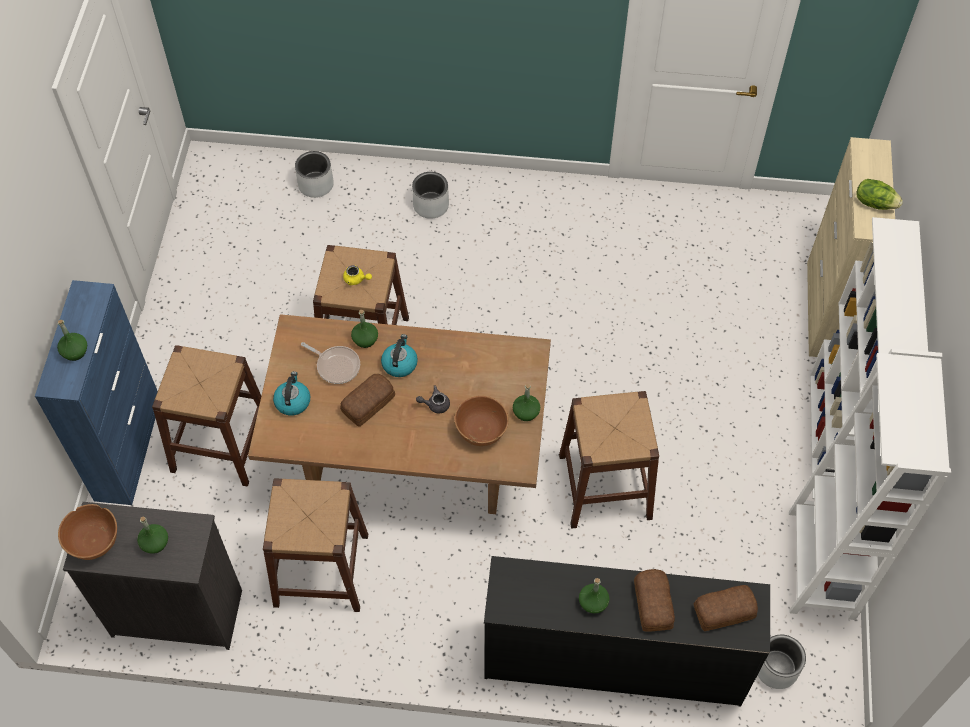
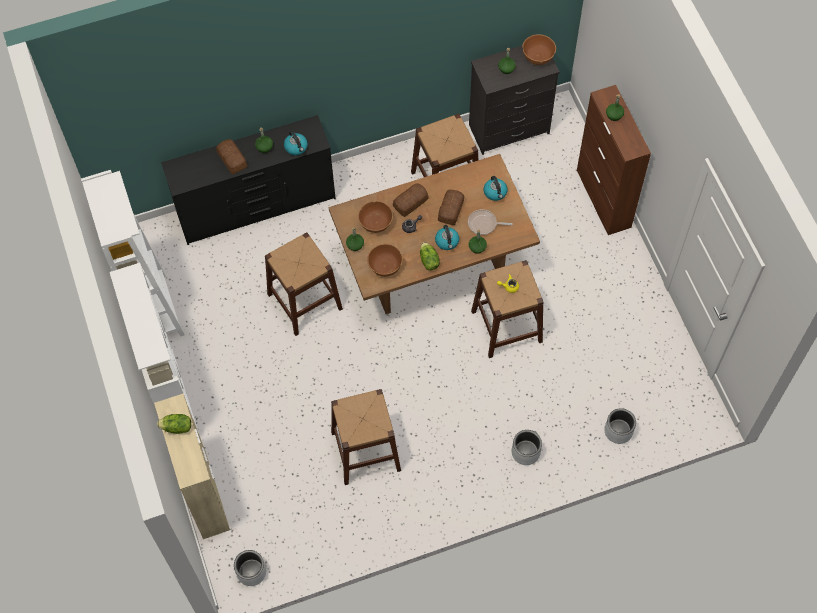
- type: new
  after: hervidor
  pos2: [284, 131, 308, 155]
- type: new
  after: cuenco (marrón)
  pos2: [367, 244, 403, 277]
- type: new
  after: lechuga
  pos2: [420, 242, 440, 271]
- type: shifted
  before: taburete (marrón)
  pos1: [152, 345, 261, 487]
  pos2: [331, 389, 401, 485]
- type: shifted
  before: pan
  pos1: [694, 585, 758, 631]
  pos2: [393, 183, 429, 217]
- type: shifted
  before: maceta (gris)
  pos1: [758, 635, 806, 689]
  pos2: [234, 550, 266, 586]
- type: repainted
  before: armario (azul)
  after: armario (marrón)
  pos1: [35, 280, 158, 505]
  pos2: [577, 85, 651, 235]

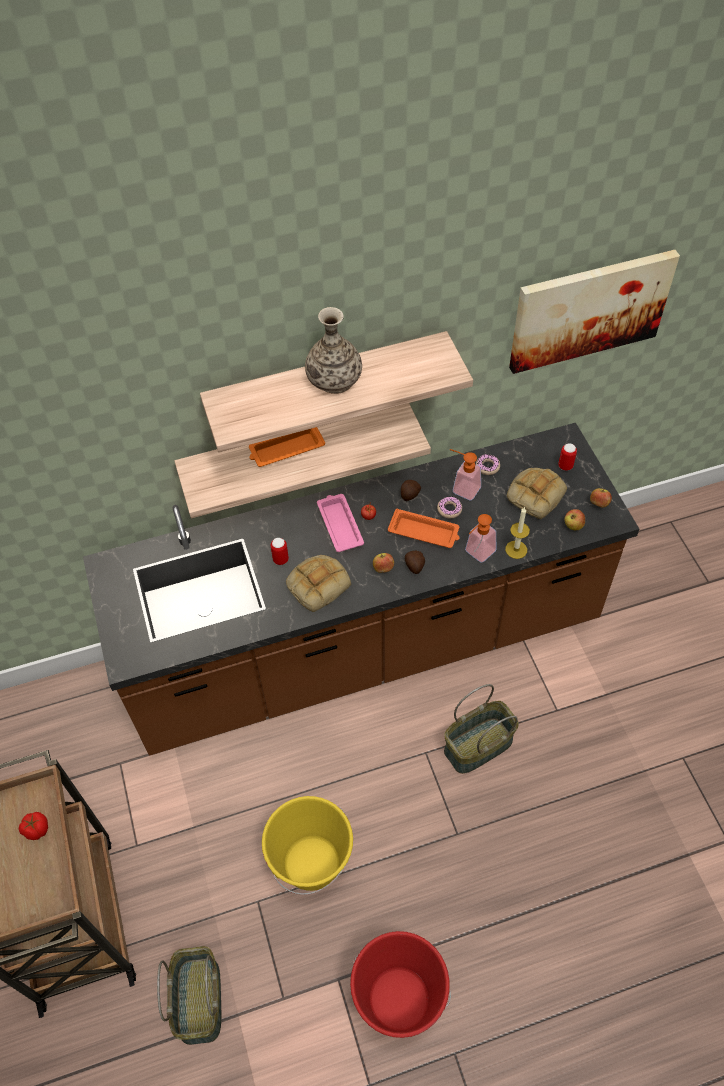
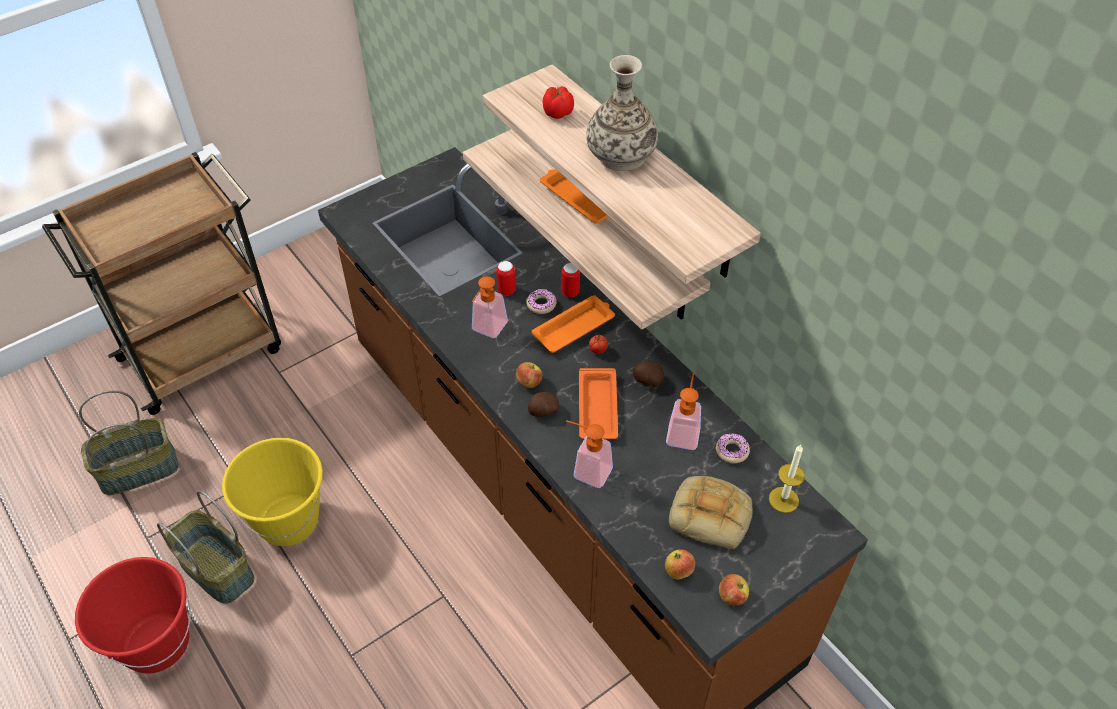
- type: gone
  before: cuadro
  pos1: [509, 250, 680, 374]
- type: shifted
  before: tomate
  pos1: [19, 812, 48, 840]
  pos2: [543, 86, 574, 119]
- type: shifted
  before: rosquilla
  pos1: [437, 497, 462, 519]
  pos2: [526, 289, 557, 314]
- type: shifted
  before: cesta
  pos1: [444, 684, 519, 774]
  pos2: [157, 490, 254, 604]
- type: shifted
  before: vela
  pos1: [505, 507, 530, 559]
  pos2: [769, 445, 805, 513]
- type: shifted
  before: lata
  pos1: [558, 443, 577, 471]
  pos2: [562, 263, 580, 297]
- type: swapped
  before: pan
  after: dispensador de jabón
  pos1: [286, 555, 351, 612]
  pos2: [472, 276, 508, 338]
- type: repainted
  before: bandeja (rosa)
  after: bandeja (naranja)
  pos1: [317, 494, 364, 552]
  pos2: [531, 295, 615, 353]

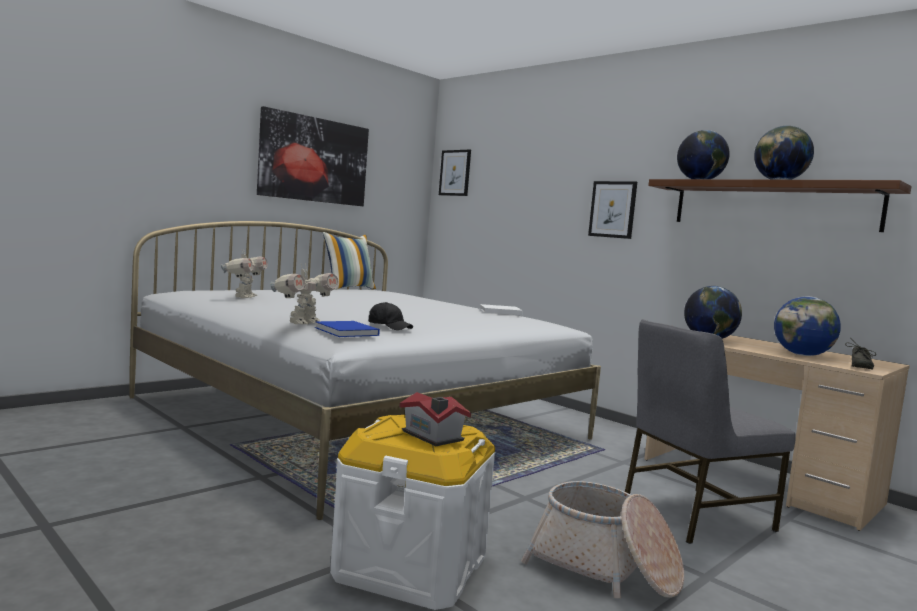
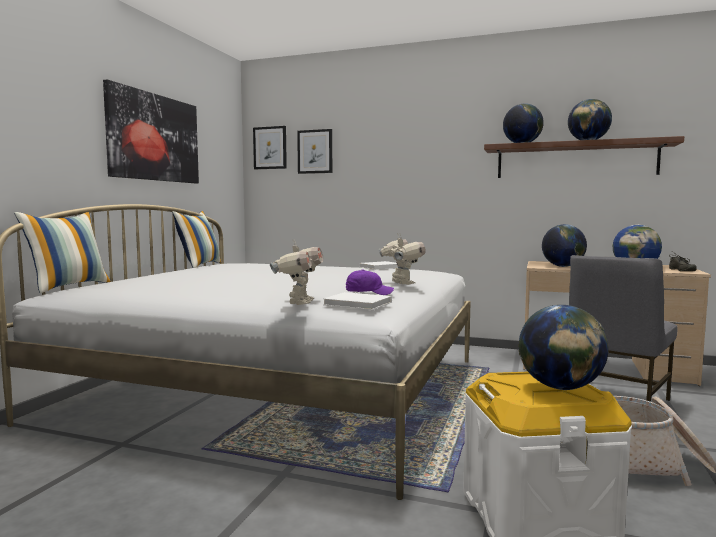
- type: new
  after: cojín
  pos2: [14, 212, 111, 293]
- type: shifted
  before: robot de juguete
  pos1: [221, 251, 268, 298]
  pos2: [379, 233, 426, 285]
- type: shifted
  before: cuadro
  pos1: [588, 181, 637, 239]
  pos2: [297, 129, 332, 174]
- type: swapped
  before: casita
  after: globo terráqueo
  pos1: [399, 392, 471, 446]
  pos2: [518, 305, 609, 390]
- type: repainted
  before: libro (azul)
  after: libro (blanco)
  pos1: [315, 321, 380, 337]
  pos2: [323, 292, 392, 310]
- type: repainted
  before: gorra (negro)
  after: gorra (morado)
  pos1: [368, 302, 413, 330]
  pos2: [346, 270, 394, 295]

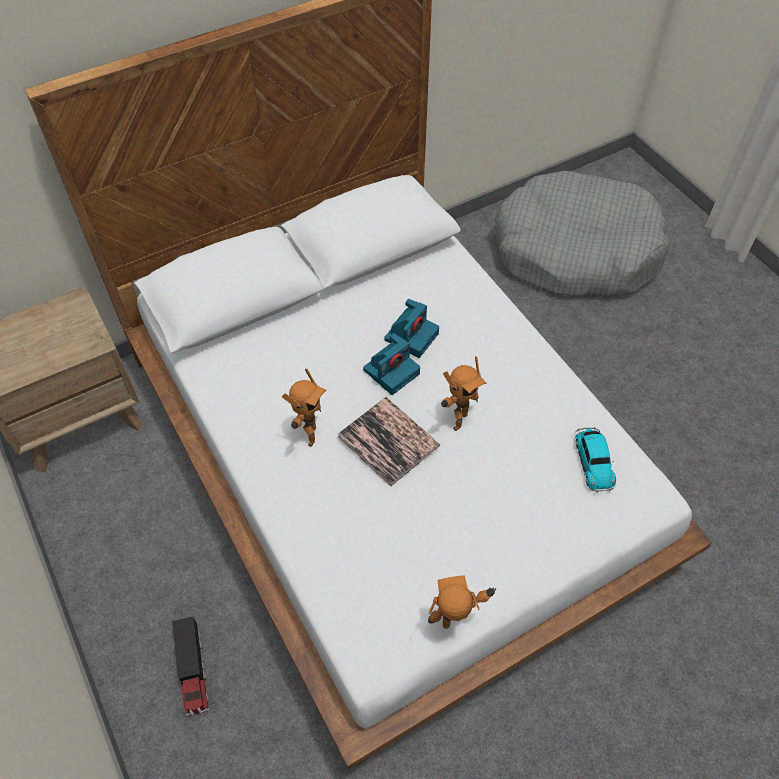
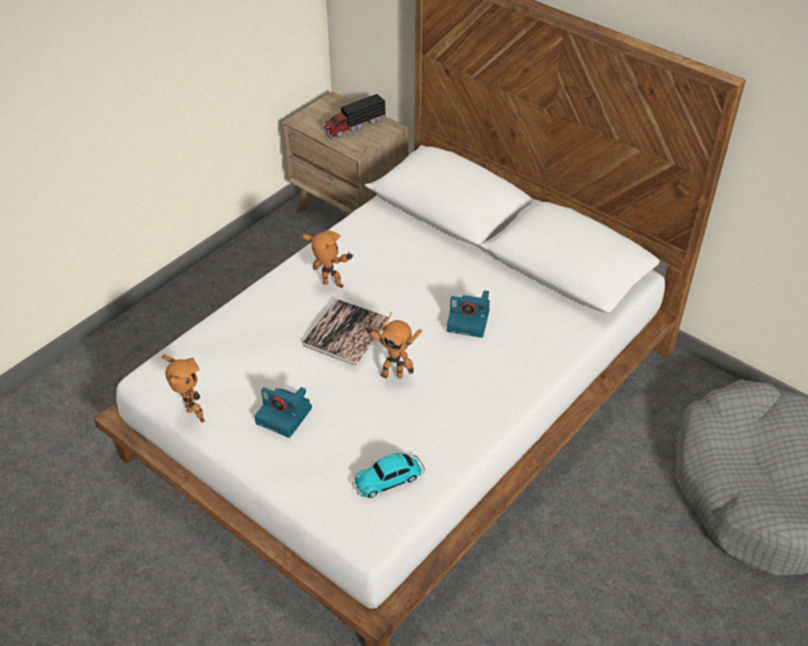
- type: shifted
  before: camión de juguete
  pos1: [172, 616, 210, 717]
  pos2: [323, 94, 386, 139]
- type: shifted
  before: cámara
  pos1: [363, 333, 420, 395]
  pos2: [255, 387, 312, 438]
- type: rotated
  before: robot de juguete
  pos1: [282, 369, 326, 447]
  pos2: [302, 230, 354, 288]
  turn: -150

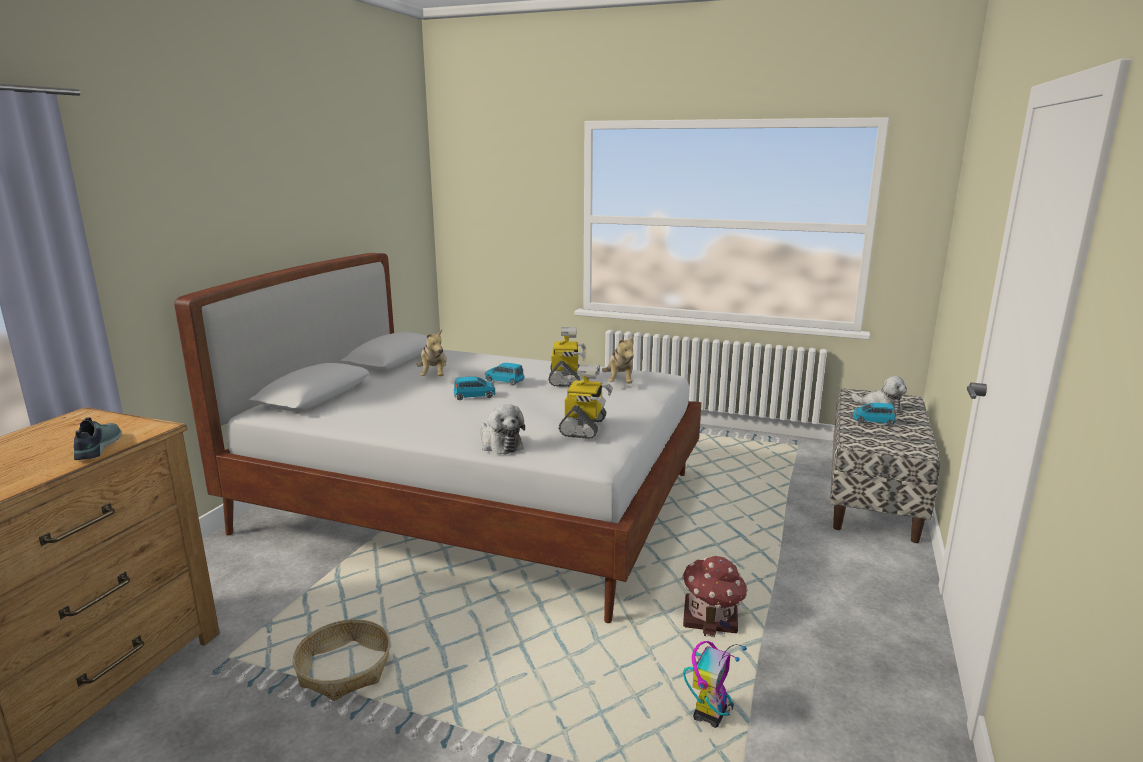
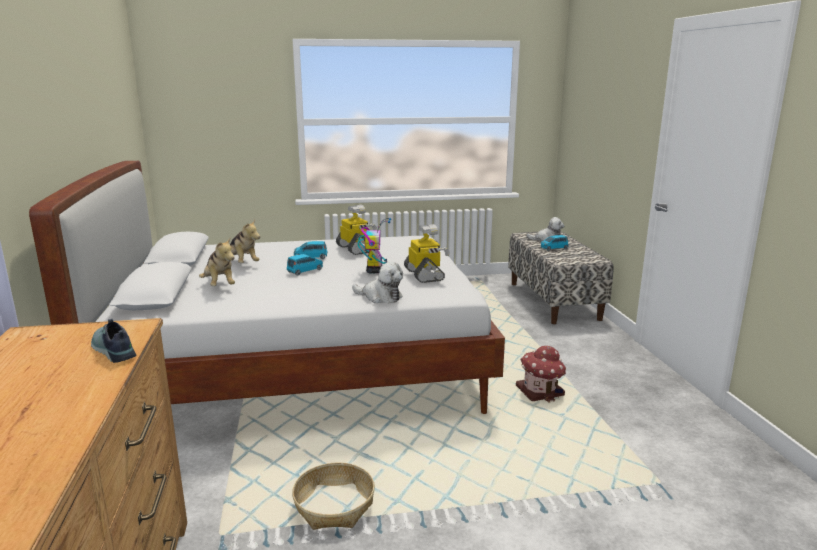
- type: shifted
  before: peluche
  pos1: [602, 336, 634, 383]
  pos2: [199, 238, 235, 286]
- type: shifted
  before: robot de juguete
  pos1: [683, 641, 747, 728]
  pos2: [358, 218, 391, 274]

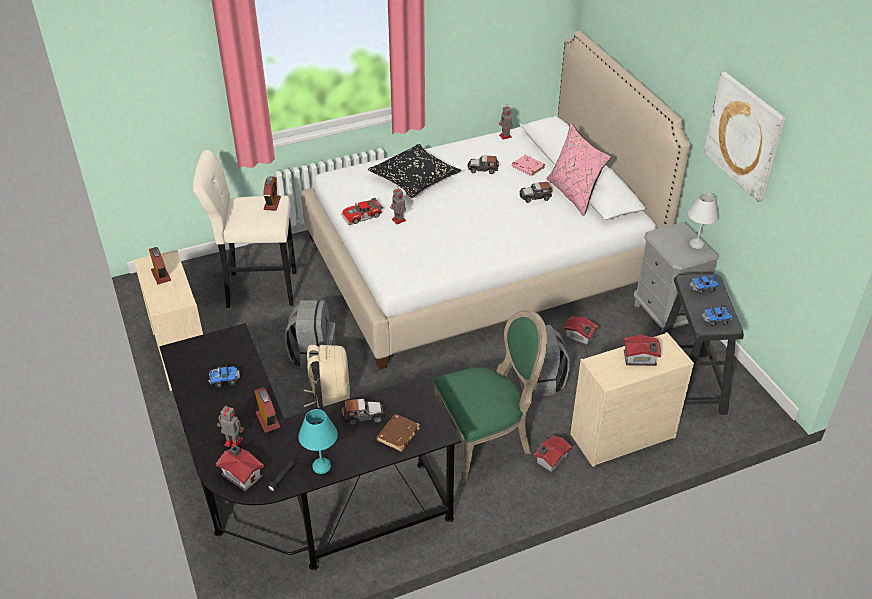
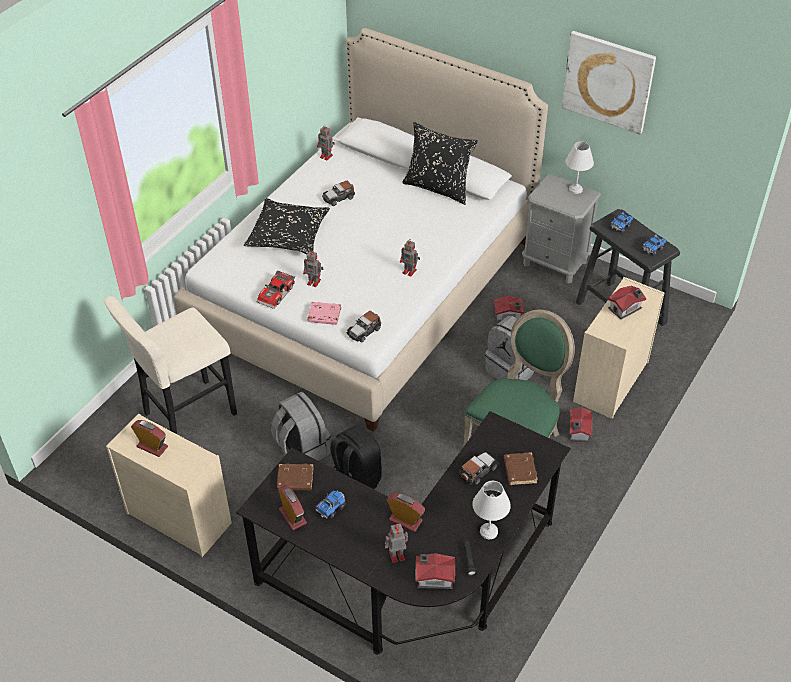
- type: new
  after: libro (marrón)
  pos2: [277, 463, 314, 490]
- type: new
  after: robot de juguete
  pos2: [400, 240, 420, 277]
- type: shifted
  before: despertador
  pos1: [263, 176, 281, 211]
  pos2: [278, 485, 307, 530]
- type: shifted
  before: libro (rosa)
  pos1: [512, 155, 545, 176]
  pos2: [308, 302, 341, 325]
- type: shifted
  before: coche de juguete
  pos1: [520, 182, 552, 203]
  pos2: [347, 311, 381, 343]
- type: repainted
  before: lámpara de mesa (turquesa)
  after: lámpara de mesa (blanco)
  pos1: [298, 409, 338, 474]
  pos2: [472, 481, 511, 539]
- type: repainted
  before: mochila (beis)
  after: mochila (negro)
  pos1: [304, 345, 350, 408]
  pos2: [330, 426, 382, 489]
- type: repainted
  before: cojín (rosa)
  after: cojín (negro)
  pos1: [547, 123, 611, 216]
  pos2: [402, 122, 478, 205]

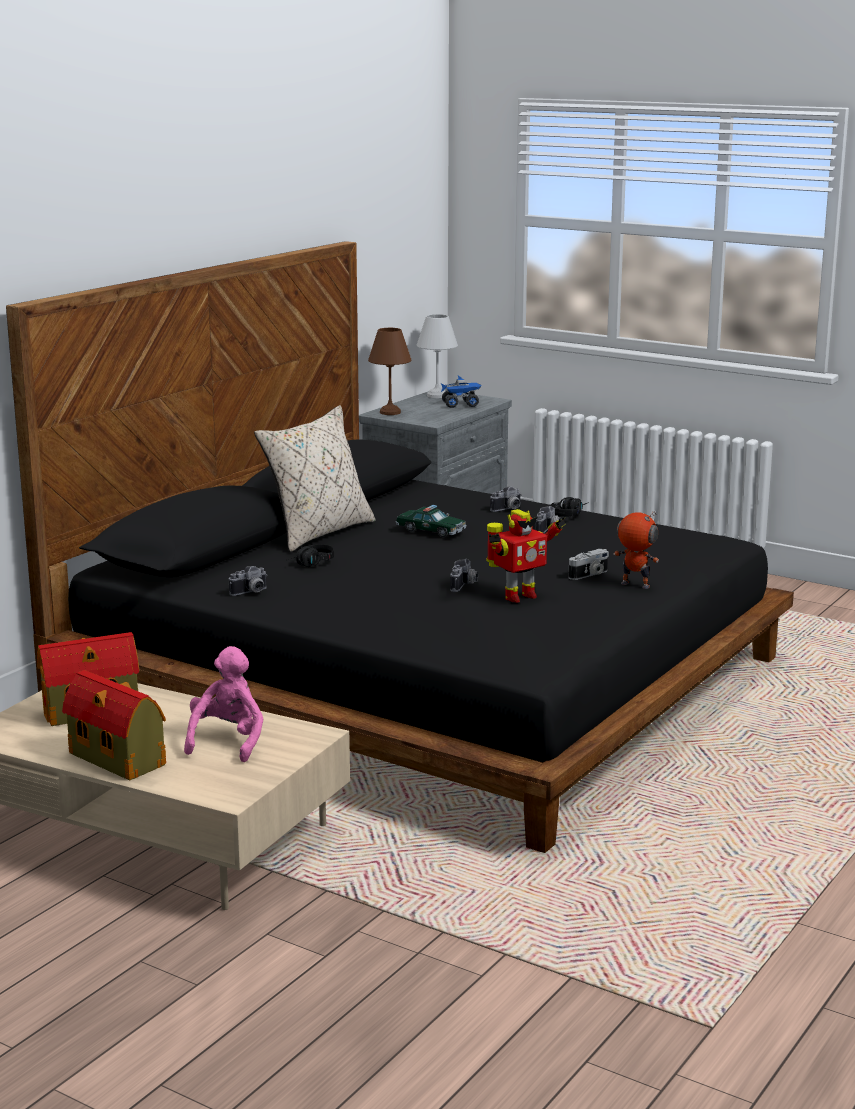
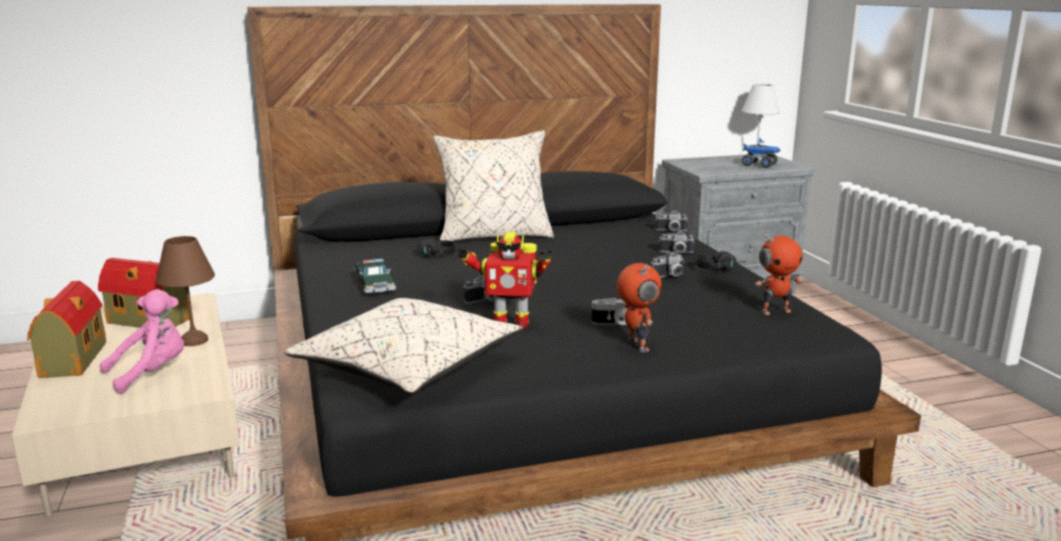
- type: new
  after: cojín (beis)
  pos2: [284, 298, 522, 393]
- type: new
  after: robot de juguete
  pos2: [755, 231, 803, 315]
- type: shifted
  before: cámara
  pos1: [229, 566, 268, 596]
  pos2: [655, 211, 688, 231]
- type: shifted
  before: lámpara de mesa (marrón)
  pos1: [368, 328, 411, 415]
  pos2: [156, 236, 215, 346]
- type: shifted
  before: coche de juguete
  pos1: [395, 505, 467, 538]
  pos2: [354, 259, 397, 294]

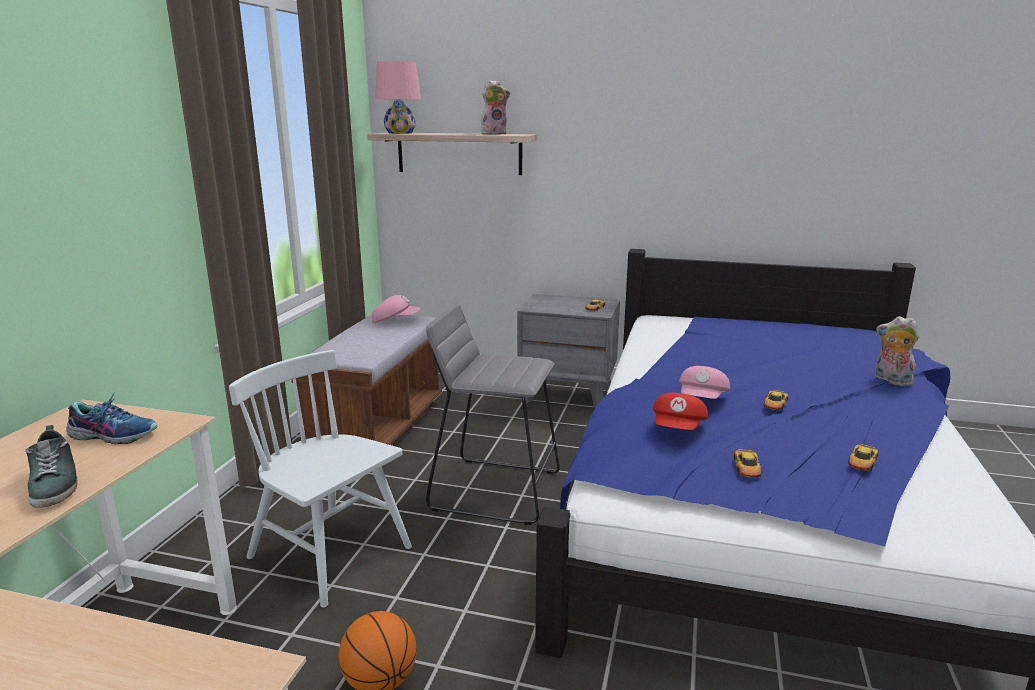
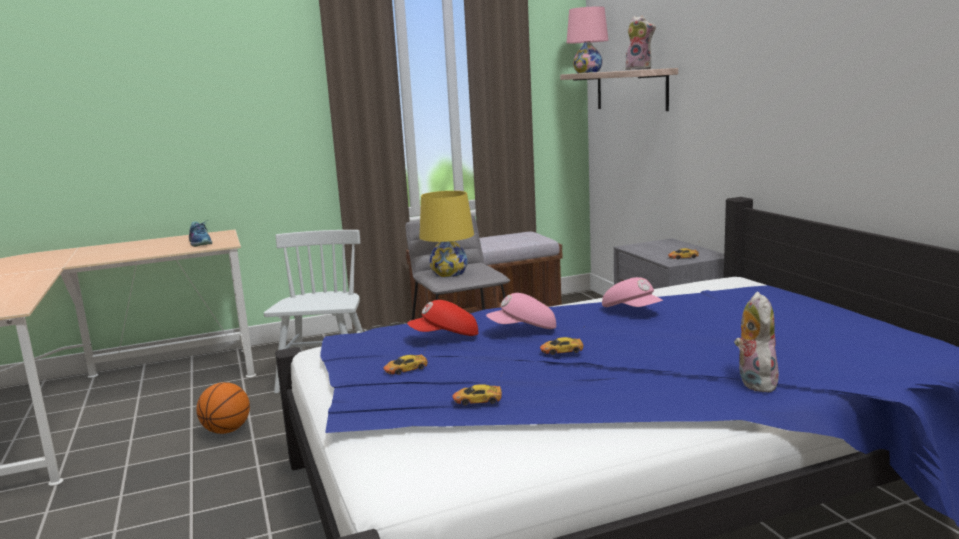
- type: gone
  before: zapato
  pos1: [25, 425, 78, 508]
- type: new
  after: lámpara de mesa (amarillo)
  pos2: [420, 191, 474, 277]
- type: shifted
  before: gorra (rosa)
  pos1: [372, 295, 420, 322]
  pos2: [602, 277, 663, 307]

